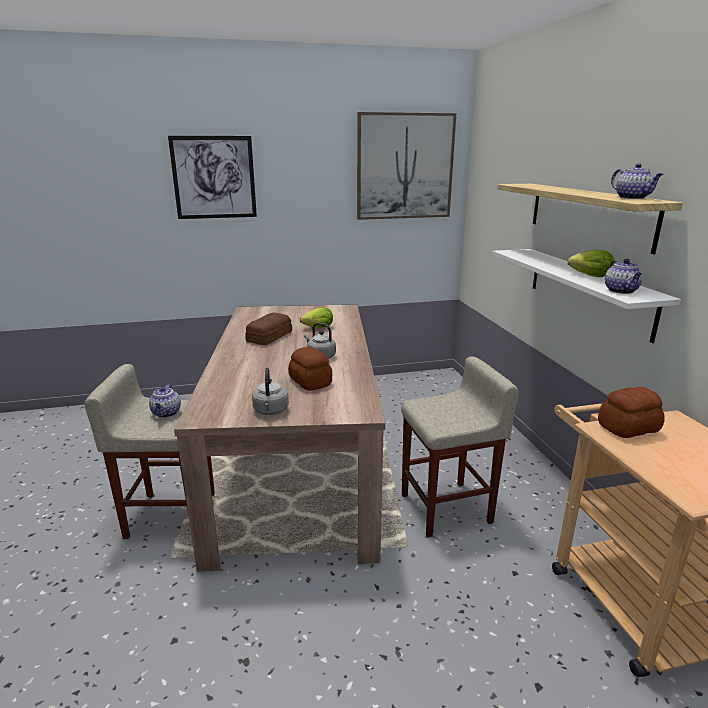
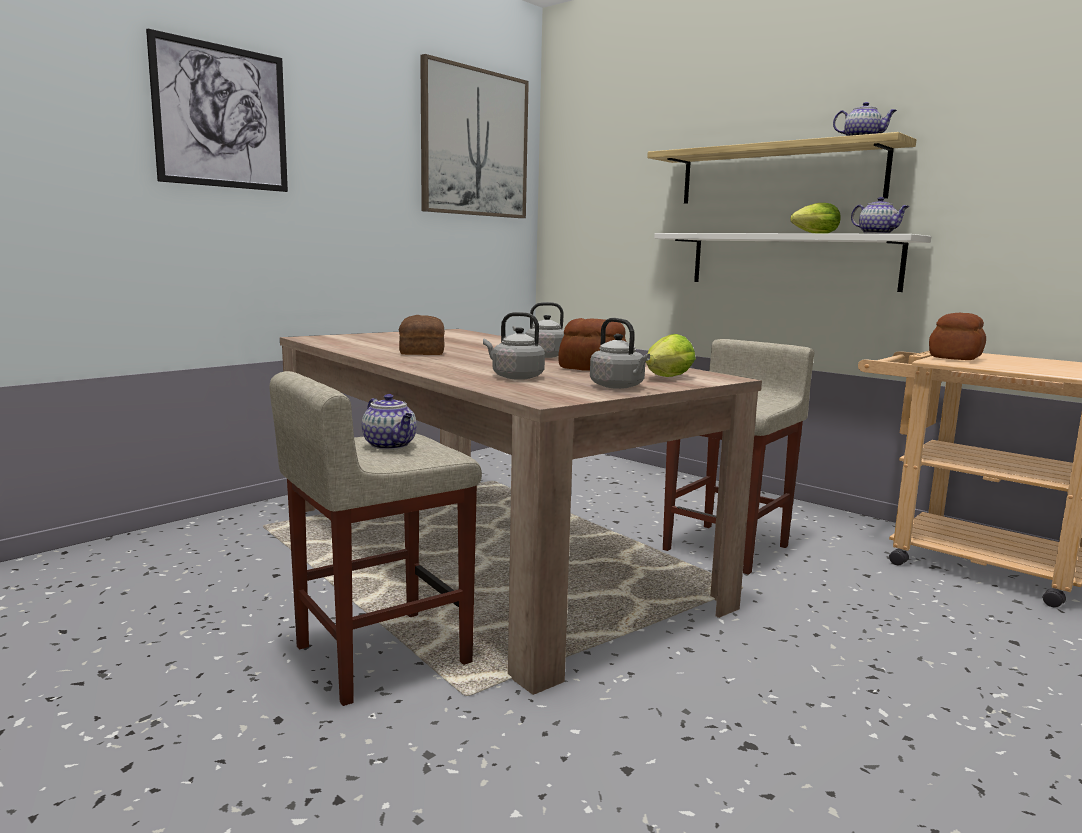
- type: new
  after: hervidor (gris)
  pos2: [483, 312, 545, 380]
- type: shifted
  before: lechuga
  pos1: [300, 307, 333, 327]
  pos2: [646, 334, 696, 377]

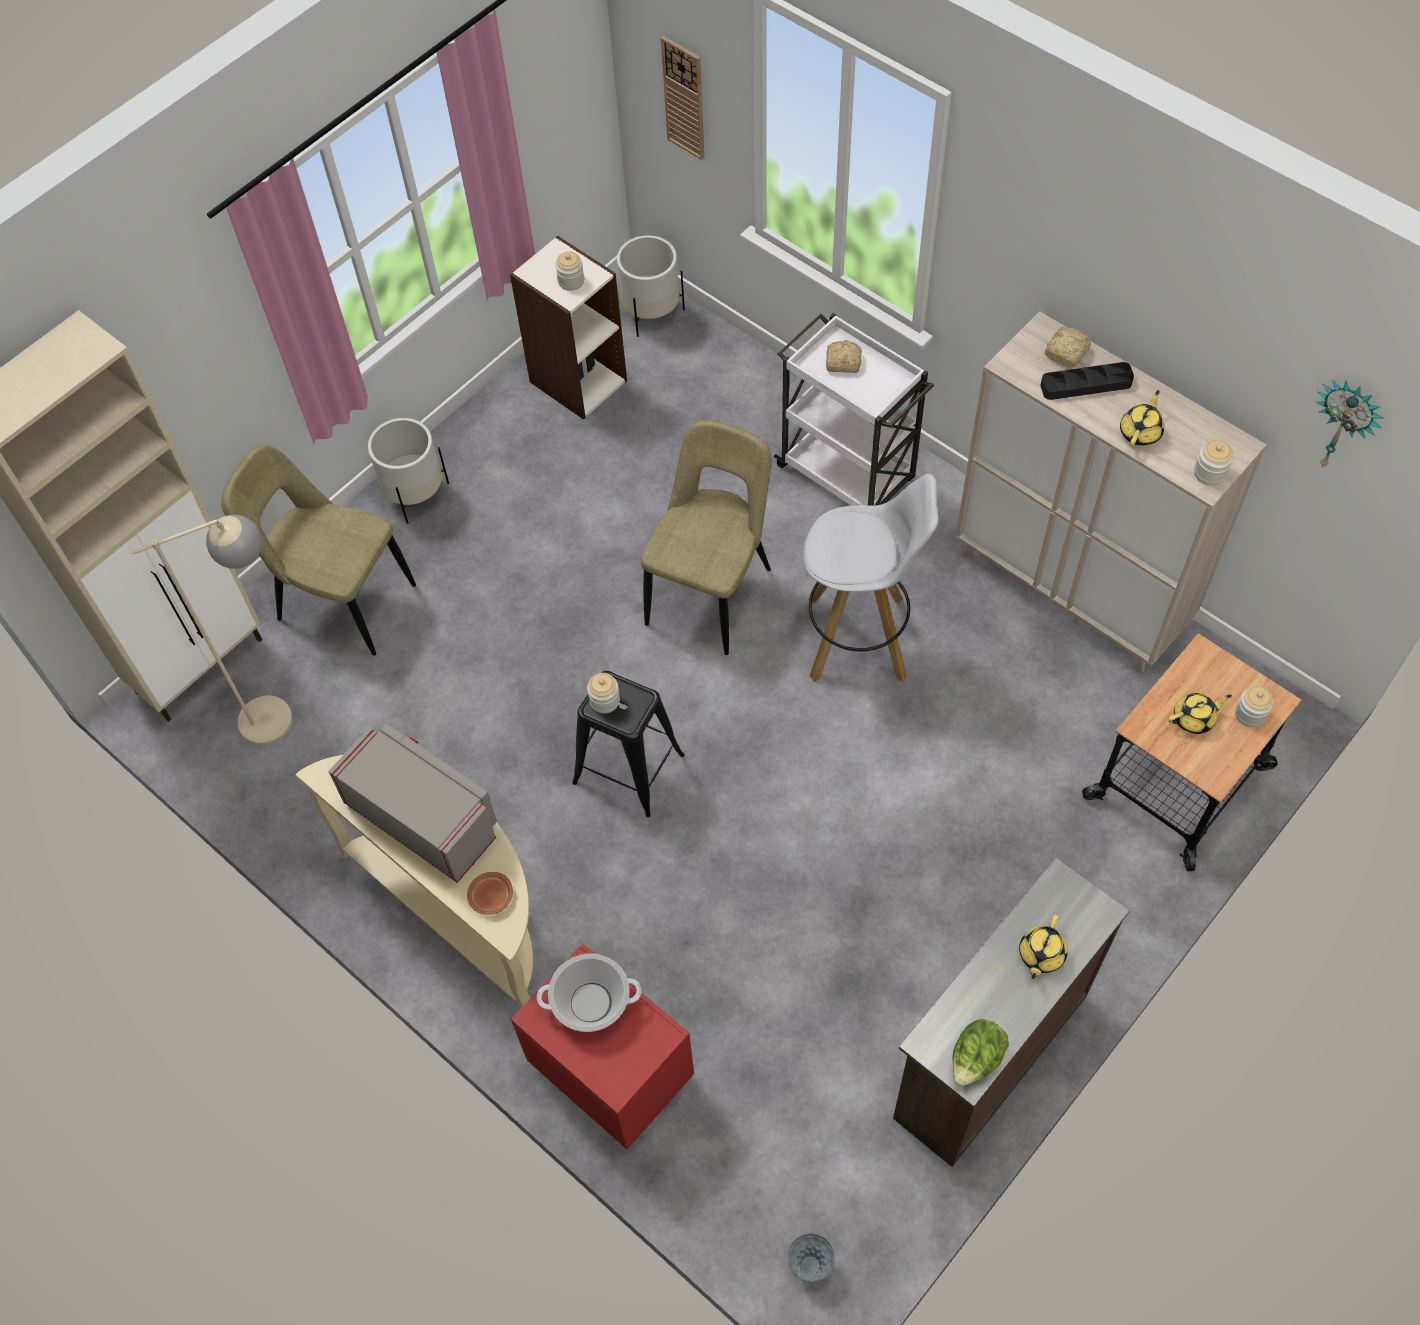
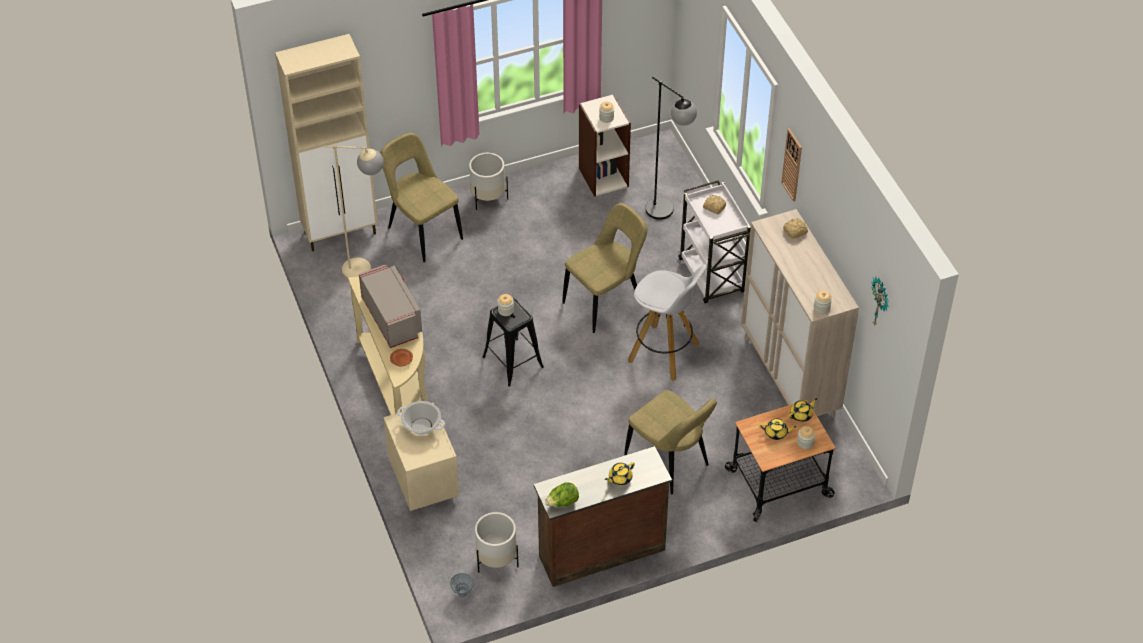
- type: gone
  before: bandeja (negro)
  pos1: [1040, 362, 1134, 400]
- type: new
  after: silla (beis)
  pos2: [624, 390, 717, 494]
- type: new
  after: lámpara de pie (negro)
  pos2: [645, 77, 697, 220]
- type: shifted
  before: maceta (blanco)
  pos1: [617, 235, 685, 337]
  pos2: [475, 512, 519, 572]
- type: shifted
  before: reloj de pared
  pos1: [661, 36, 705, 160]
  pos2: [782, 128, 802, 202]
- type: shifted
  before: tetera (amarillo)
  pos1: [1120, 390, 1164, 447]
  pos2: [788, 398, 818, 422]
- type: repainted
  before: mesita de noche (rojo)
  after: mesita de noche (beis)
  pos1: [511, 943, 694, 1149]
  pos2: [384, 403, 459, 511]

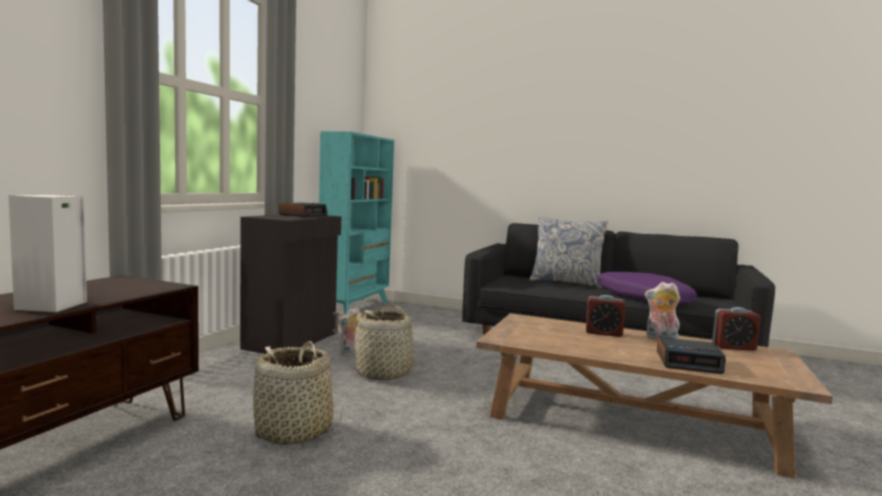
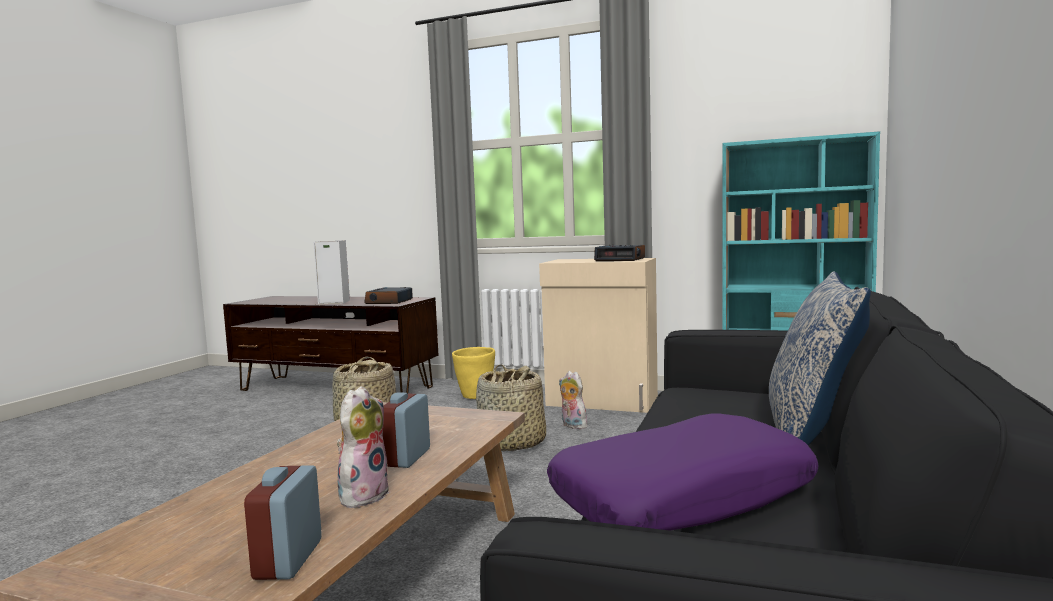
- type: new
  after: maceta (amarillo)
  pos2: [452, 347, 495, 399]
- type: shifted
  before: despertador
  pos1: [657, 337, 726, 374]
  pos2: [364, 287, 413, 304]
- type: repainted
  before: armario (negro)
  after: armario (beis)
  pos1: [240, 214, 341, 354]
  pos2: [539, 258, 658, 413]

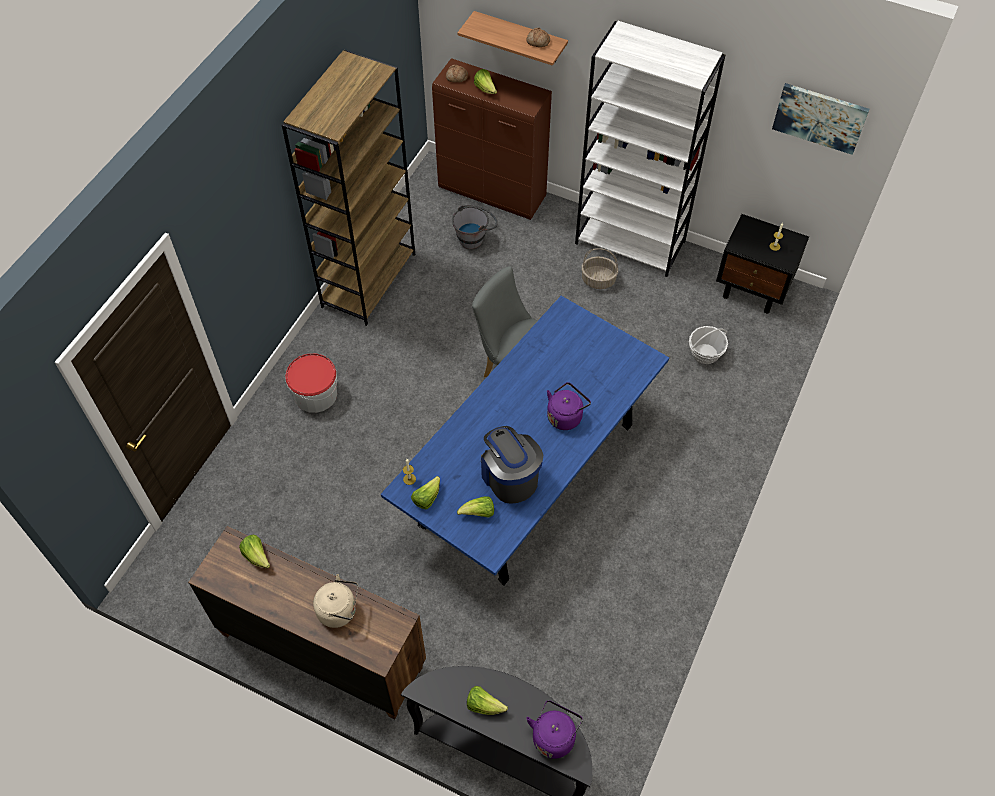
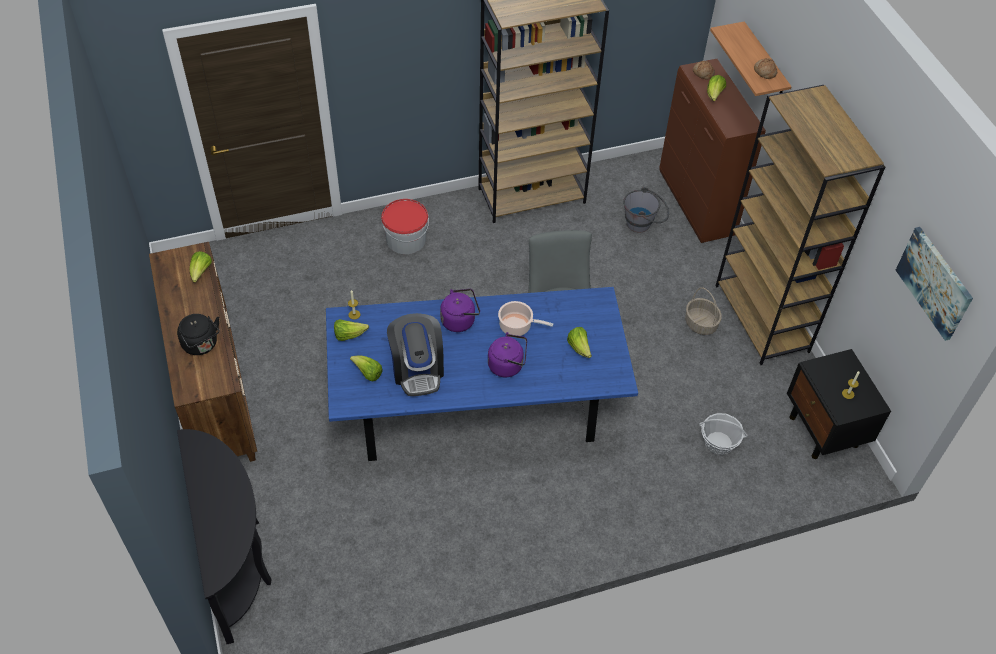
- type: new
  after: olla
  pos2: [498, 301, 553, 336]
- type: shifted
  before: lechuga
  pos1: [467, 686, 508, 715]
  pos2: [567, 327, 592, 358]
- type: shifted
  before: hervidor (morado)
  pos1: [526, 700, 583, 759]
  pos2: [440, 289, 480, 332]
- type: repainted
  before: hervidor (beis)
  after: hervidor (negro)
  pos1: [313, 574, 358, 628]
  pos2: [177, 314, 220, 355]
- type: repainted
  before: estantería (blanco)
  after: estantería (marrón)
  pos1: [575, 21, 725, 277]
  pos2: [716, 85, 885, 365]
- type: rotated
  before: cafetera
  pos1: [481, 426, 543, 504]
  pos2: [387, 313, 444, 396]
  turn: 150

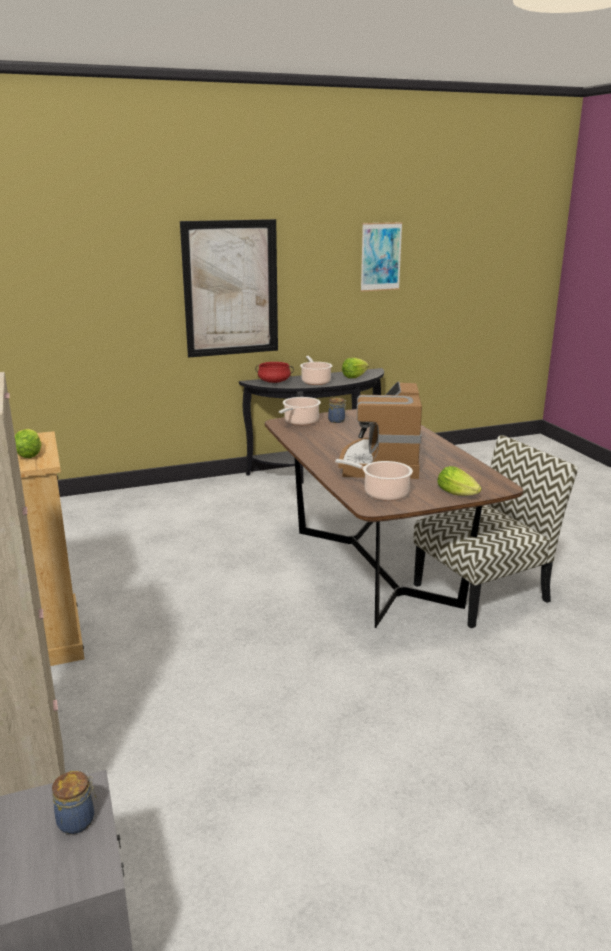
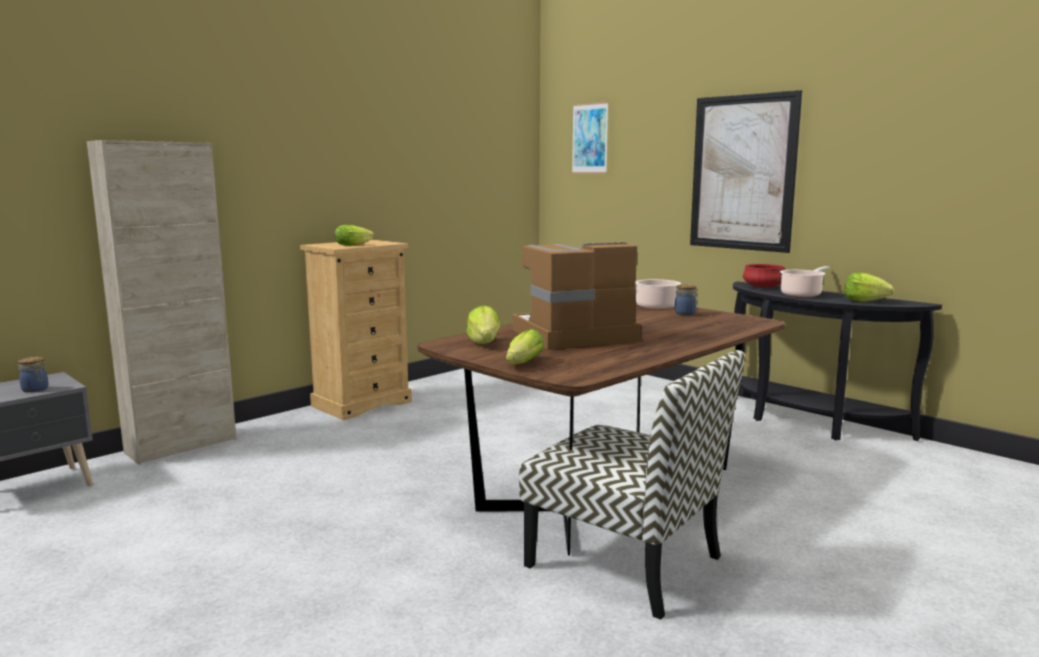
- type: shifted
  before: cuadro
  pos1: [361, 222, 403, 292]
  pos2: [572, 102, 609, 173]
- type: swapped
  before: olla
  after: lechuga
  pos1: [335, 459, 413, 501]
  pos2: [466, 305, 501, 344]

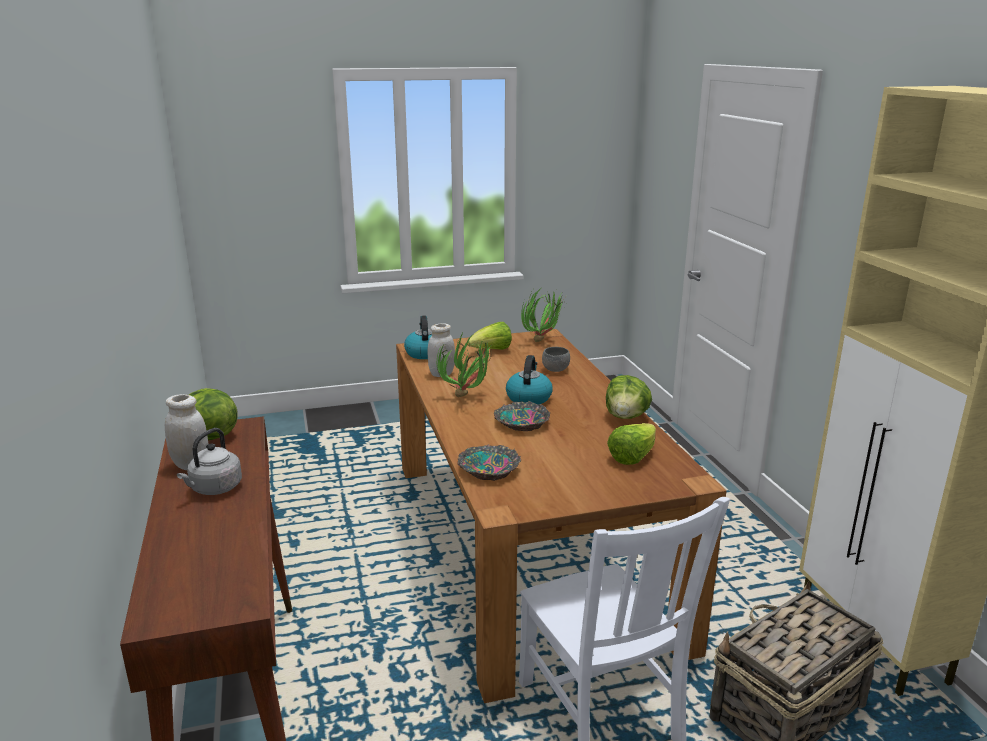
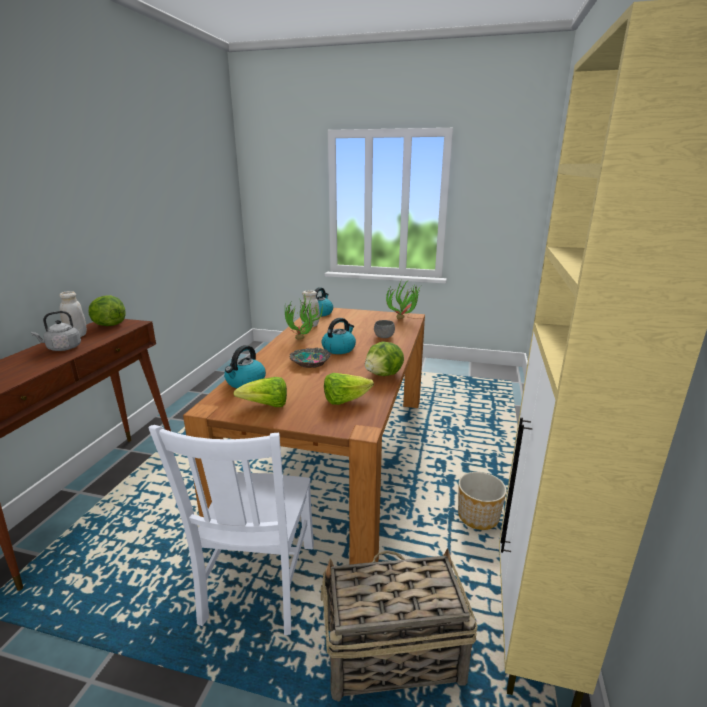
- type: new
  after: maceta
  pos2: [458, 472, 507, 530]
- type: shifted
  before: lechuga
  pos1: [467, 322, 512, 350]
  pos2: [233, 377, 287, 407]
- type: swapped
  before: cuenco
  after: hervidor
  pos1: [458, 444, 521, 481]
  pos2: [224, 345, 266, 388]

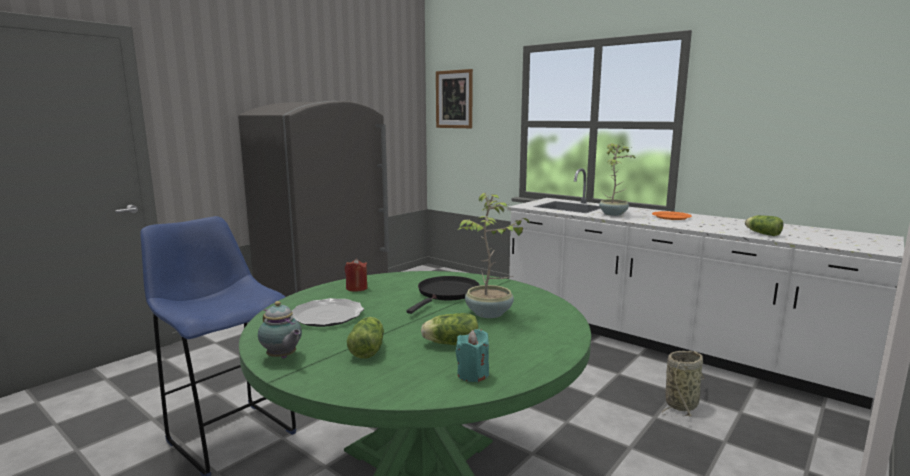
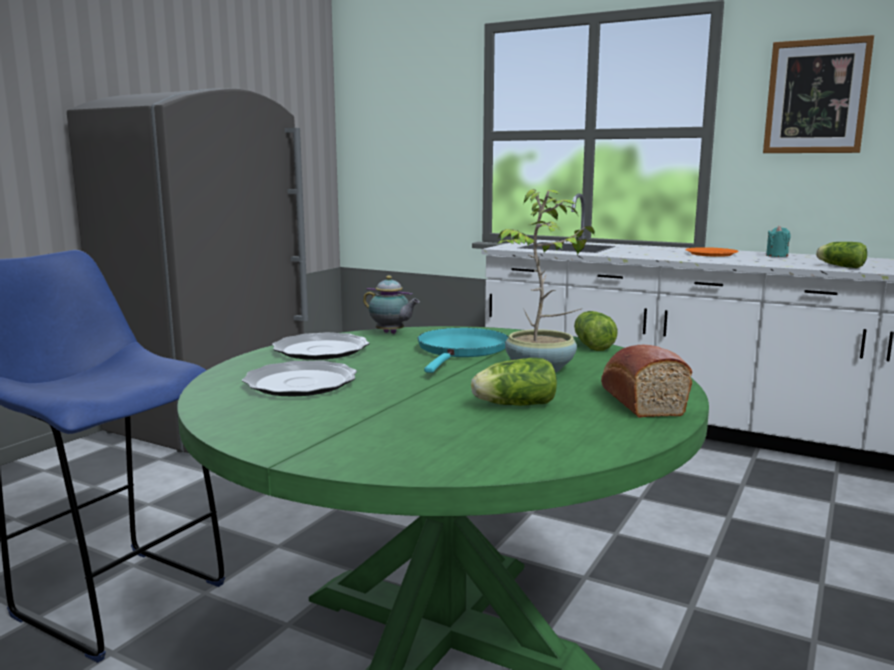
- type: gone
  before: planta en maceta
  pos1: [599, 143, 637, 216]
- type: gone
  before: cesta
  pos1: [662, 351, 705, 416]
- type: new
  after: pan
  pos2: [601, 345, 692, 418]
- type: shifted
  before: tetera
  pos1: [258, 301, 302, 359]
  pos2: [363, 275, 420, 334]
- type: shifted
  before: lechuga
  pos1: [347, 317, 384, 358]
  pos2: [574, 311, 617, 351]
- type: shifted
  before: cuadro
  pos1: [436, 69, 473, 128]
  pos2: [763, 35, 874, 153]
- type: shifted
  before: vela (turquesa)
  pos1: [456, 329, 489, 382]
  pos2: [766, 226, 791, 257]
- type: swapped
  before: vela (rojo)
  after: plato
  pos1: [345, 258, 367, 292]
  pos2: [272, 332, 369, 360]
- type: repainted
  before: sartén (negro)
  after: sartén (turquesa)
  pos1: [407, 276, 480, 314]
  pos2: [417, 328, 508, 373]

